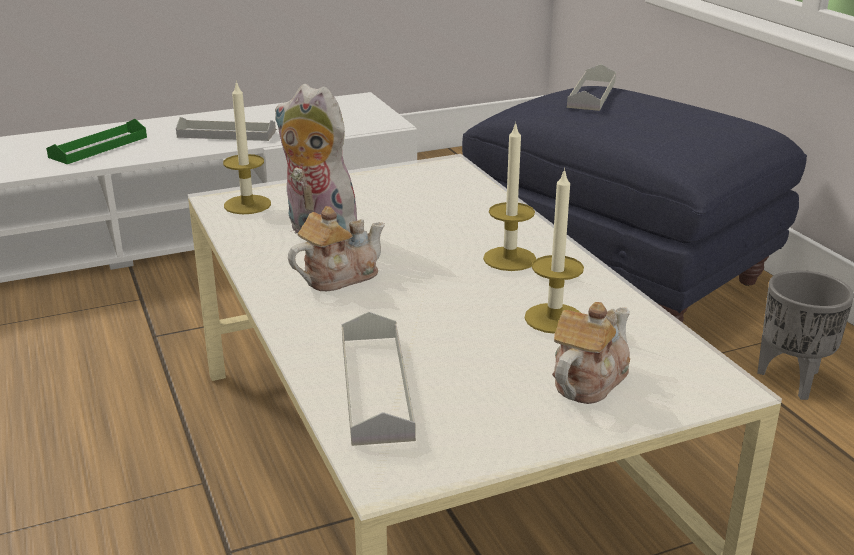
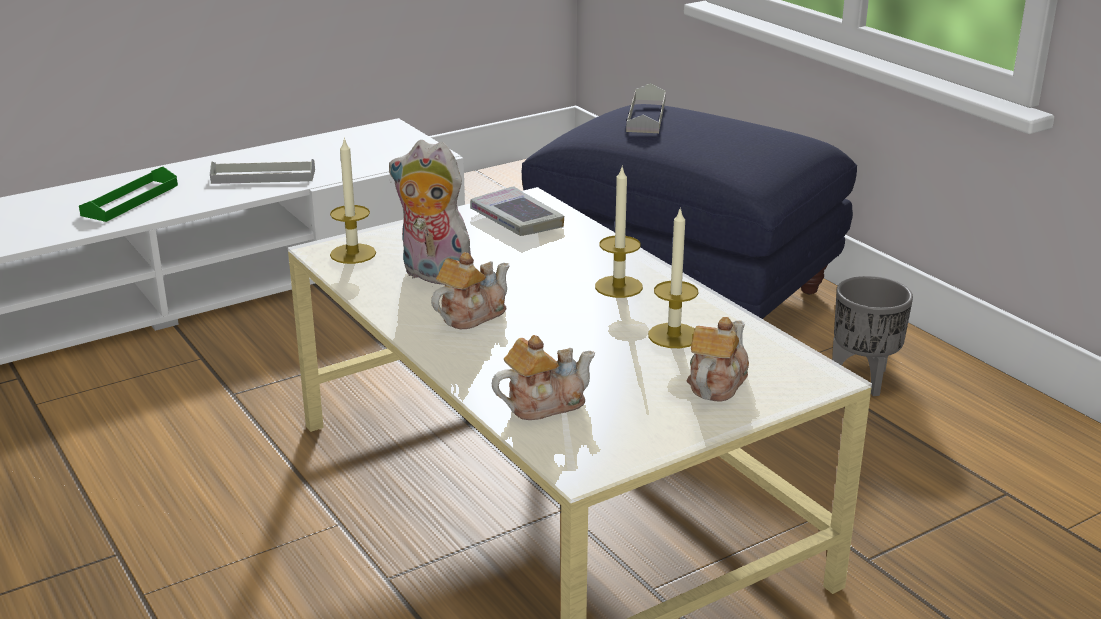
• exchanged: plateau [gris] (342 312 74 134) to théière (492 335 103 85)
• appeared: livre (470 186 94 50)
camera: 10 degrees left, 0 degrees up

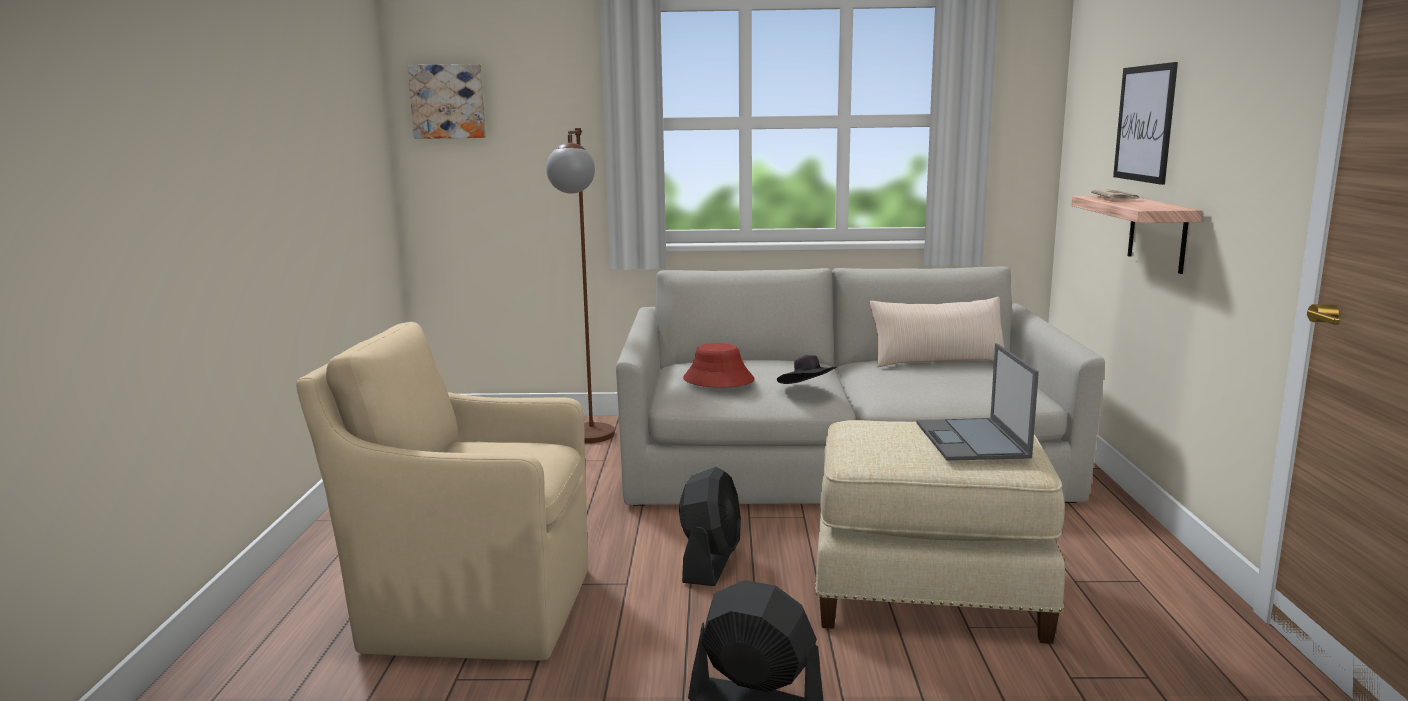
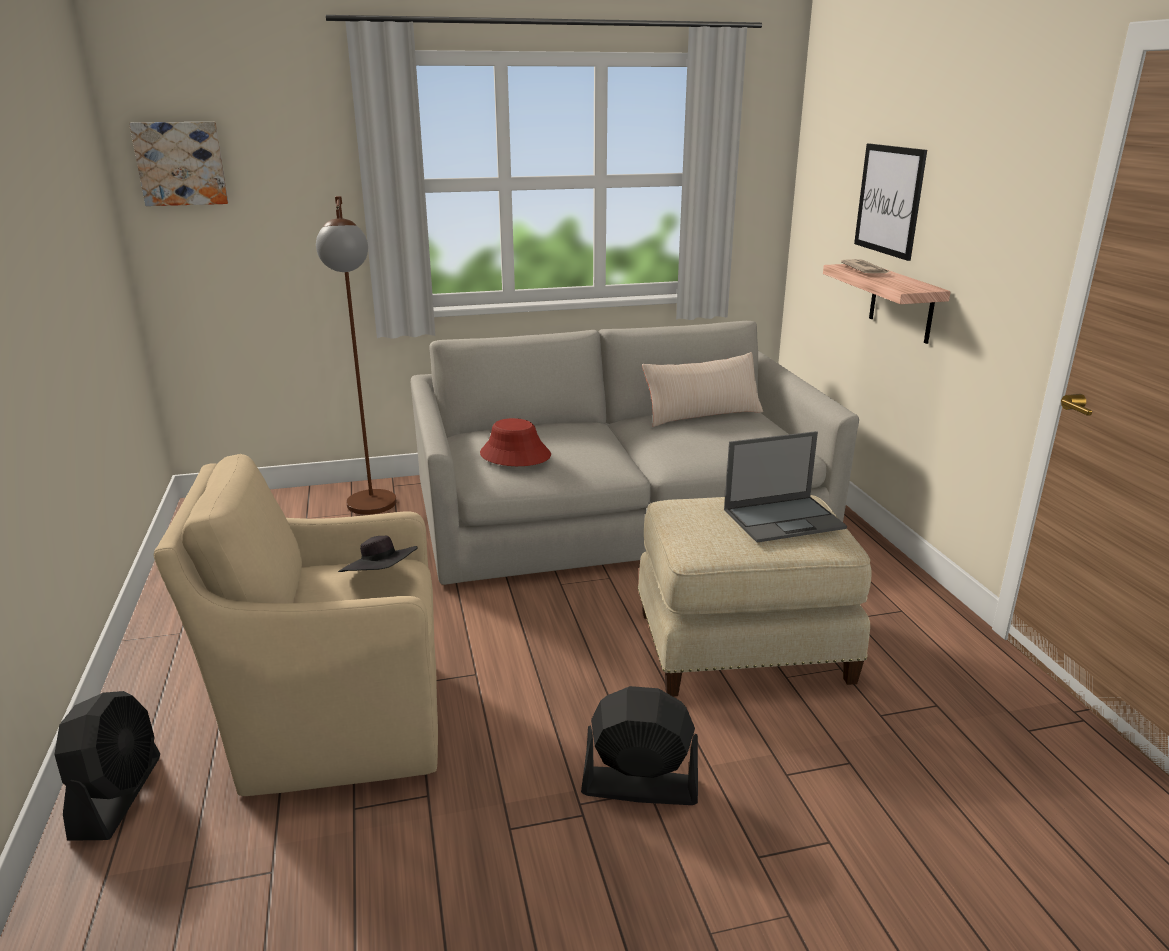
• relocated: ventilateur [noir] (679 467 62 119) to (54 691 106 150)
• relocated: chapeau [noir] (777 355 60 29) to (338 536 80 36)
• spun: ordinateur portable (917 343 122 118) = (724 431 123 112) 90 degrees counterclockwise
camera: 15 degrees left, 10 degrees up

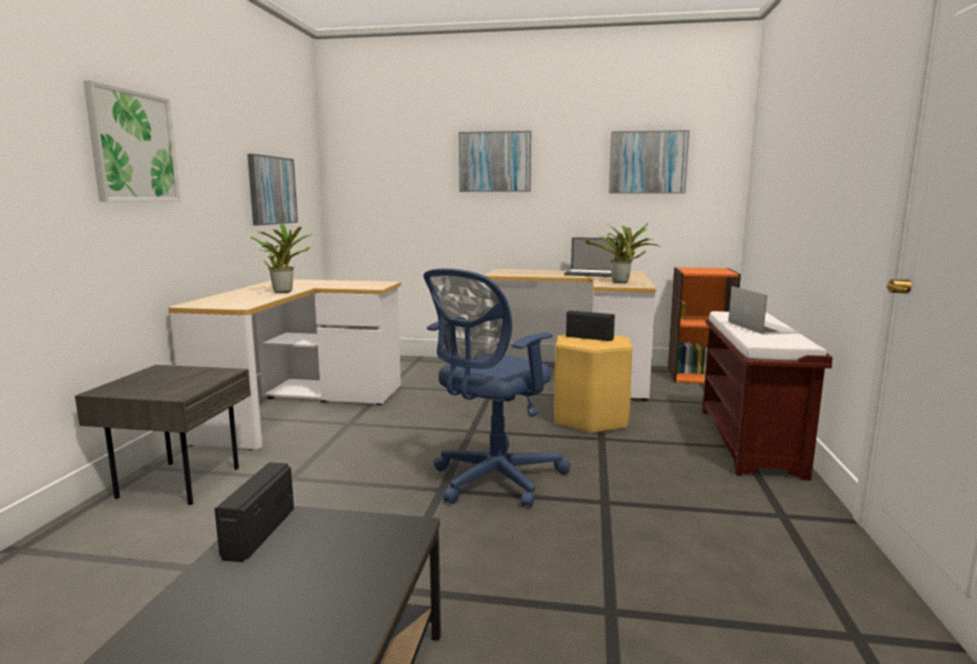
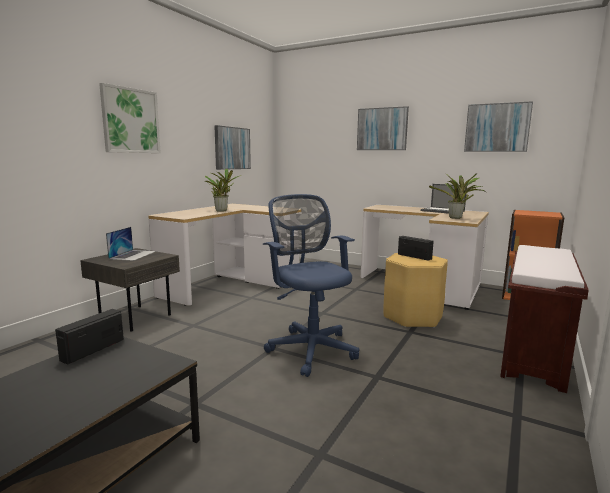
• spun: chaise de bureau [bleu] (424 268 147 240) = (263 194 96 183) 90 degrees clockwise
• relocated: ordinateur portable (728 286 73 49) to (106 227 50 34)
camera: 20 degrees right, 0 degrees up

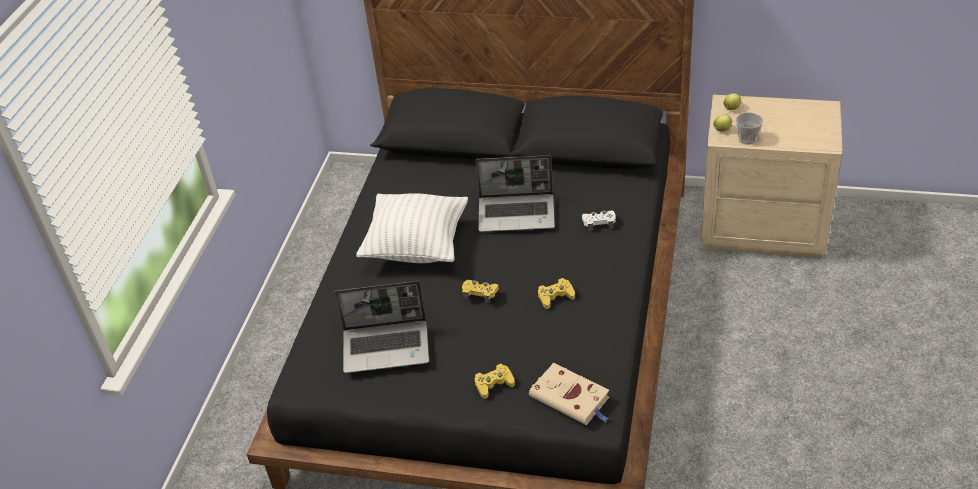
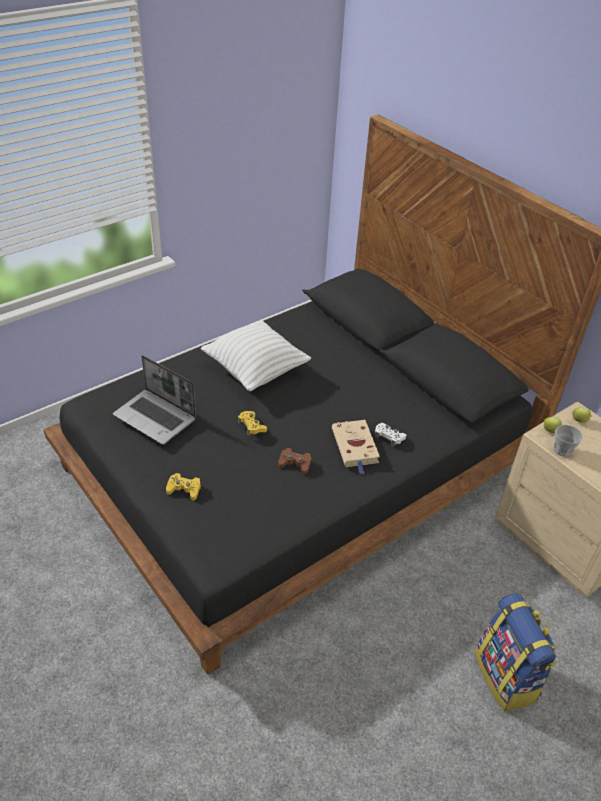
• missing: ordinateur portable (475 155 80 77)
• relocated: livre [beige] (529 363 80 62) to (332 420 48 54)
• colour: manette [jaune] (538 278 37 31) to manette [marron] (278 448 33 27)
• appeared: sac à dos (475 593 82 118)
camera: 35 degrees right, 0 degrees up

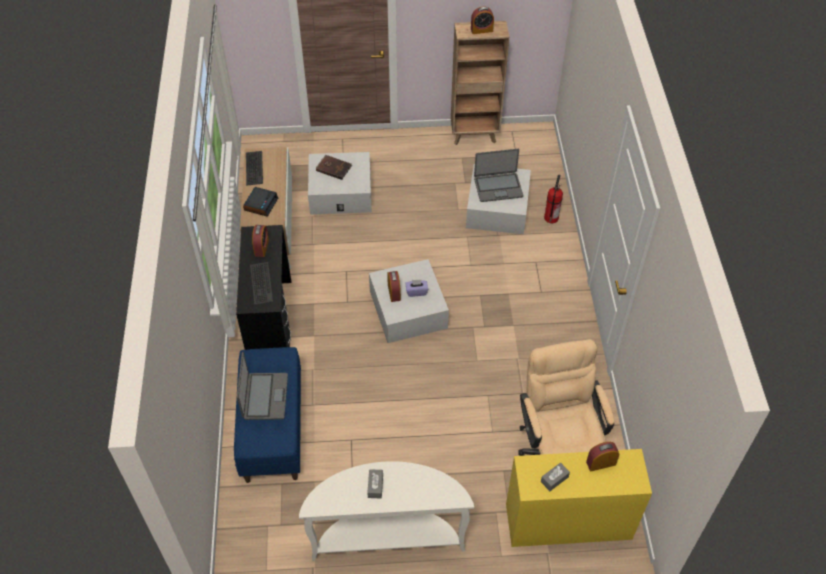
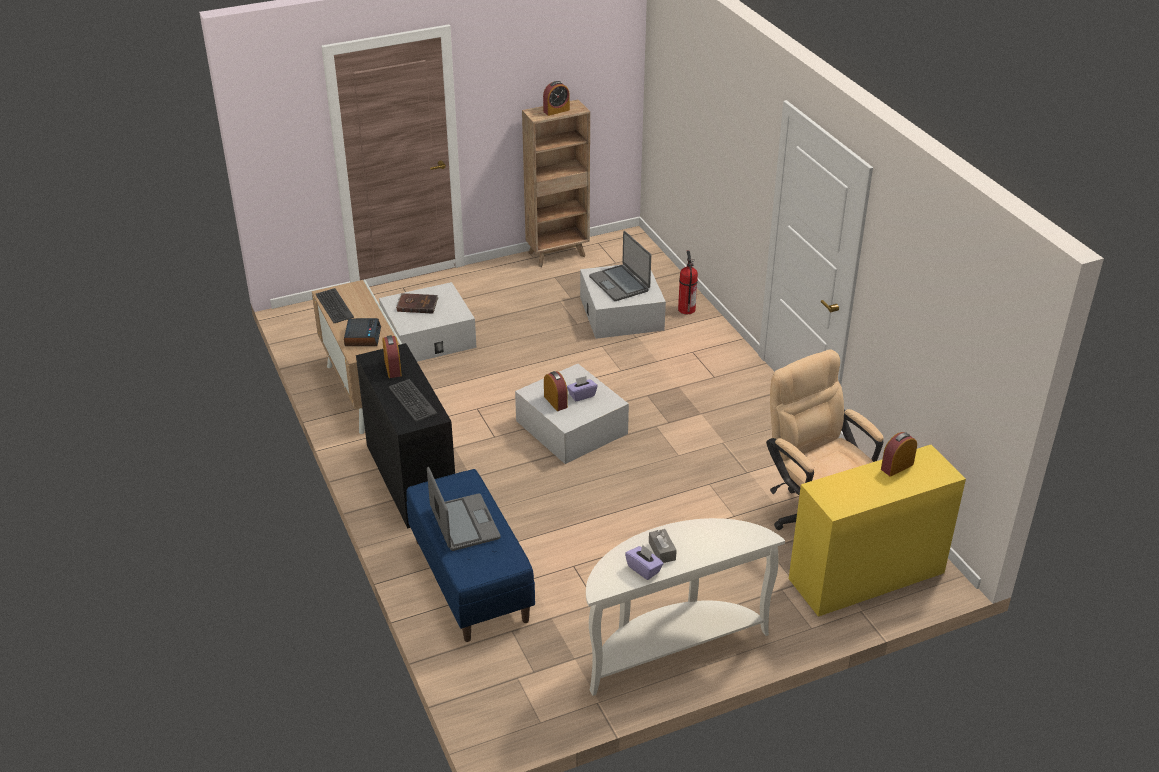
• spun: ordinateur portable (474 149 49 53) = (589 231 62 70) 90 degrees clockwise
• missing: boîte à mouchoirs [gris] (541 463 29 28)
• appeared: boîte à mouchoirs [violet] (625 545 39 35)
camera: 20 degrees left, 15 degrees down

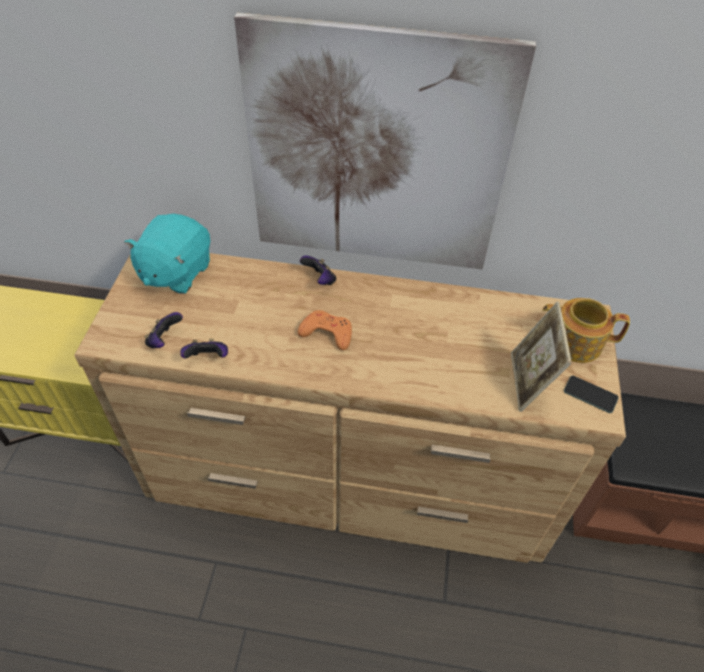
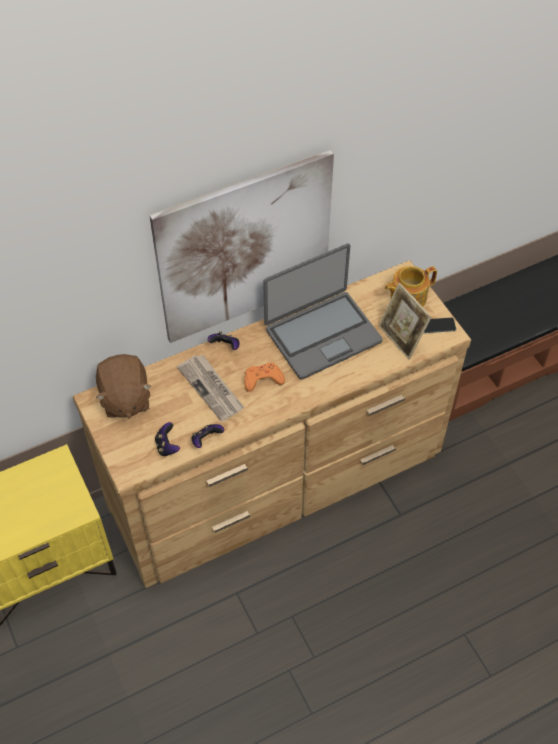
• colour: peluche [turquoise] (124 214 86 80) to peluche [marron] (96 354 56 64)
• appeared: journal (177 355 67 67)
• appeared: ordinateur portable (263 244 119 136)
camera: 35 degrees left, 5 degrees up

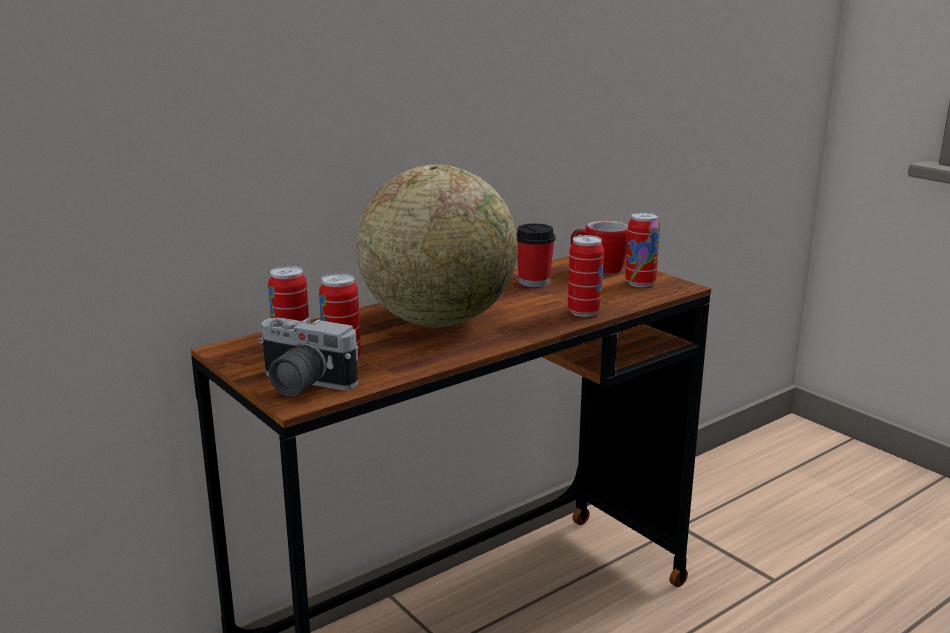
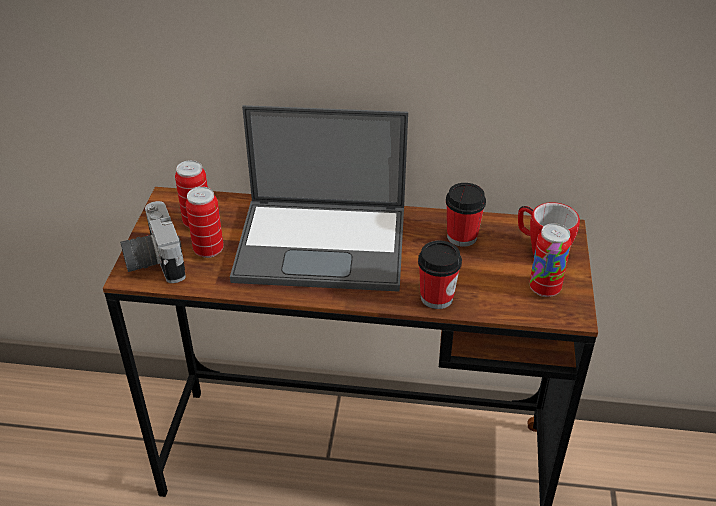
• exchanged: globe (356 164 162 163) to ordinateur portable (230 105 178 187)
• exchanged: boîte métallique (568 235 36 82) to tasse (418 240 44 69)
camera: 45 degrees right, 20 degrees up

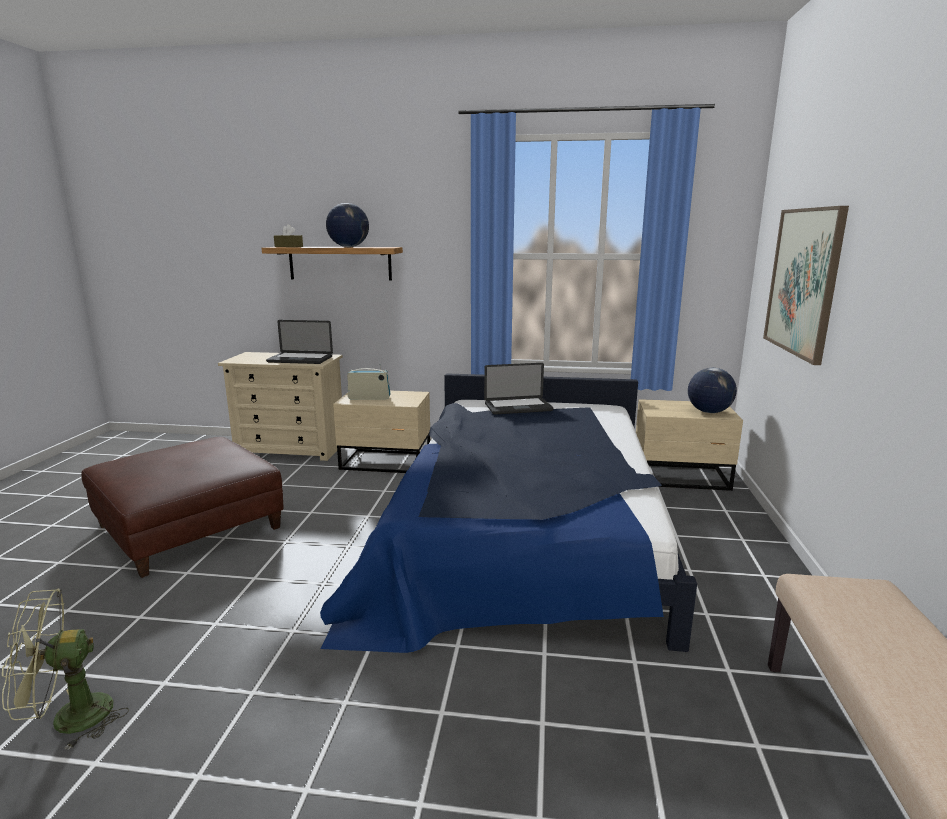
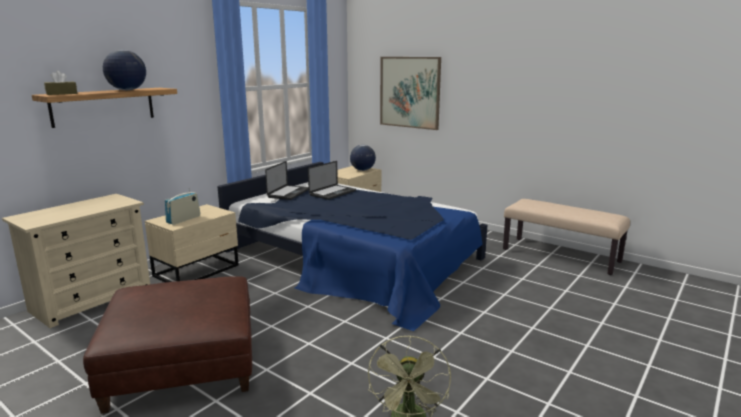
• relocated: ordinateur portable (266 320 67 44) to (308 161 48 39)
camera: 60 degrees left, 0 degrees up

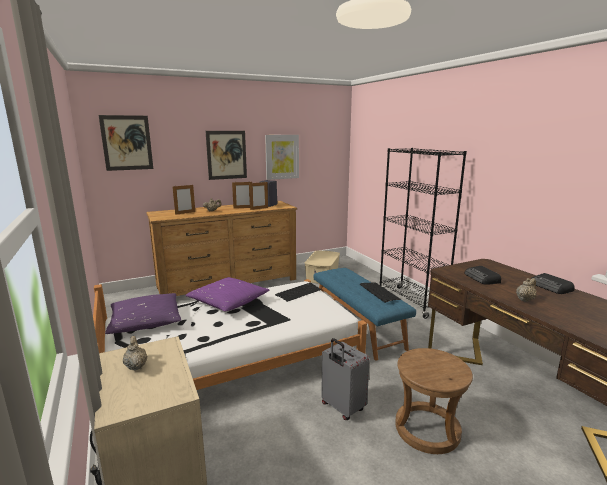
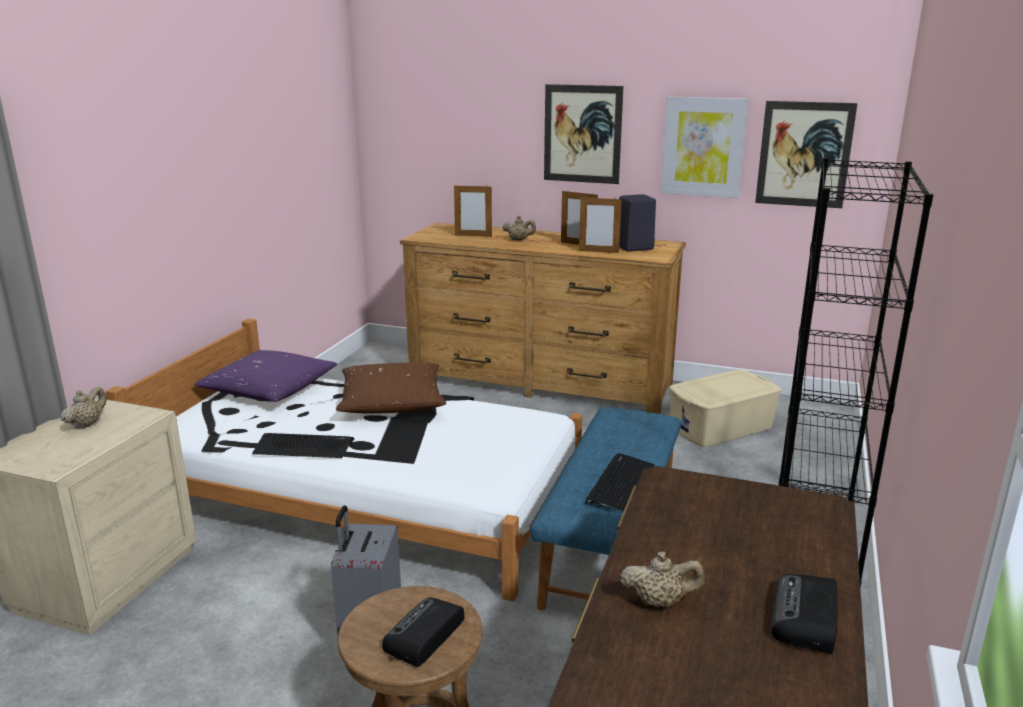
• relocated: tableau (99 115 54 56) to (755 101 103 107)
• colour: coussin [violet] (185 277 84 34) to coussin [marron] (336 362 110 52)
• relocated: clavier (275 283 46 19) to (252 433 102 25)
• relocated: radio (464 266 37 19) to (382 597 82 70)
camera: 45 degrees right, 5 degrees up

